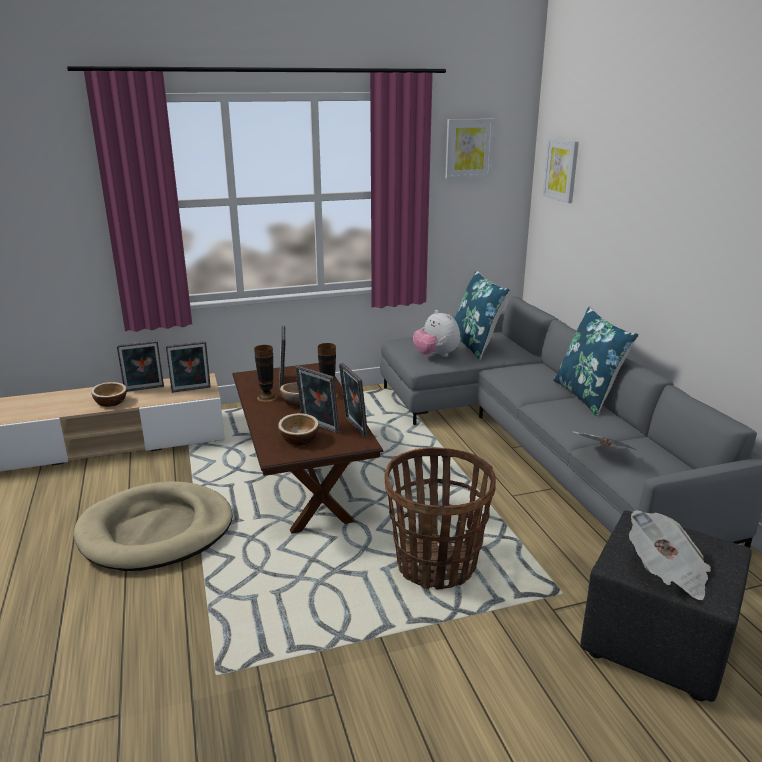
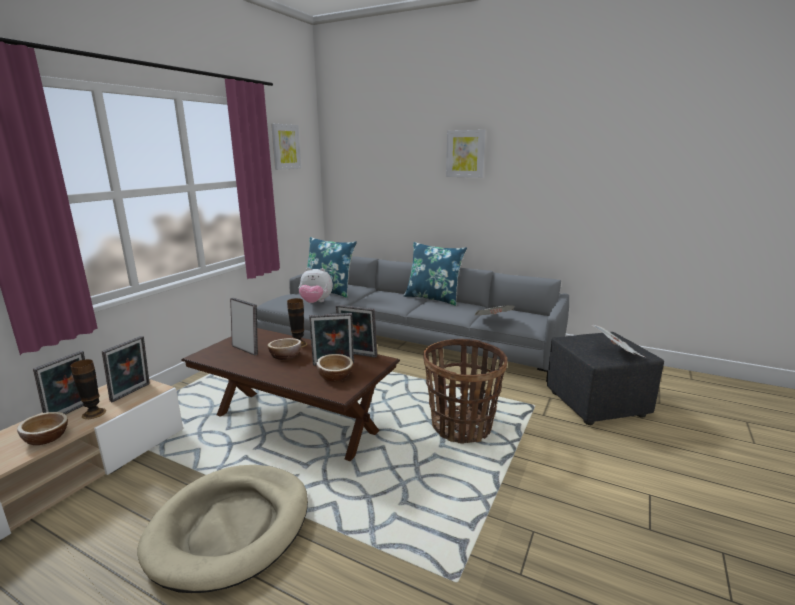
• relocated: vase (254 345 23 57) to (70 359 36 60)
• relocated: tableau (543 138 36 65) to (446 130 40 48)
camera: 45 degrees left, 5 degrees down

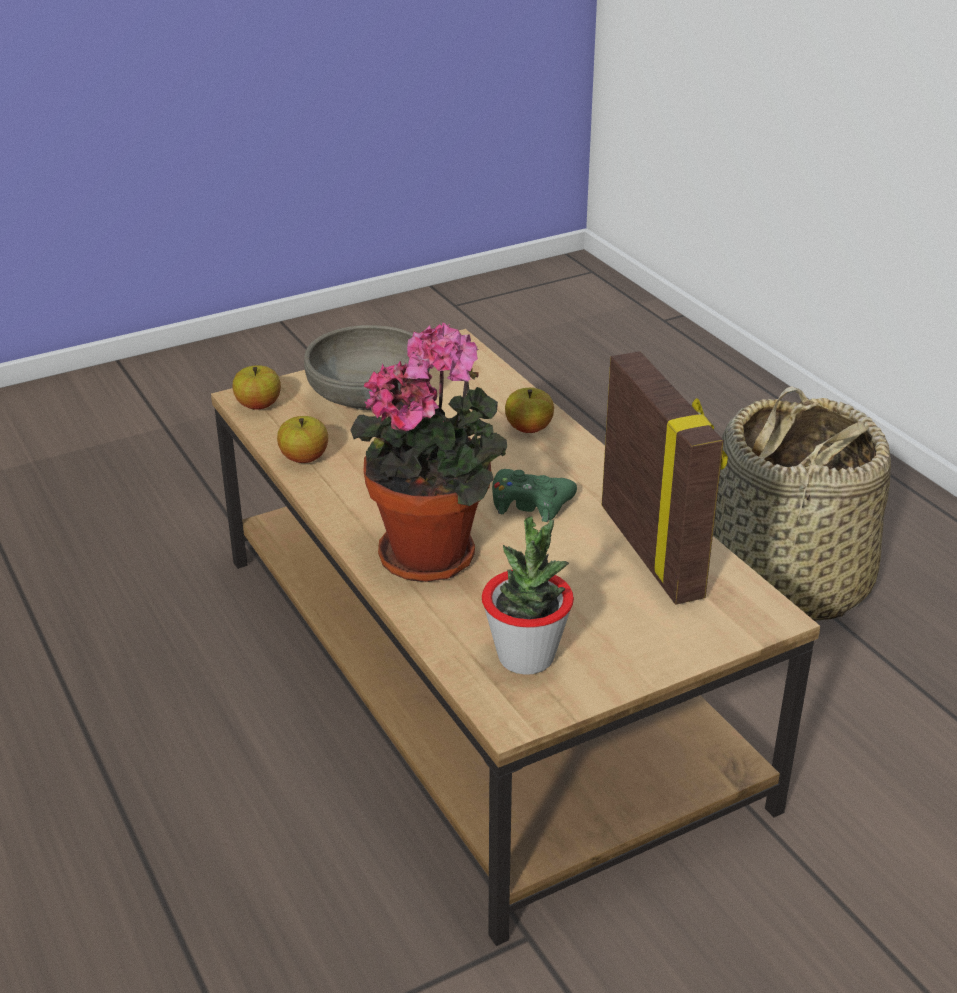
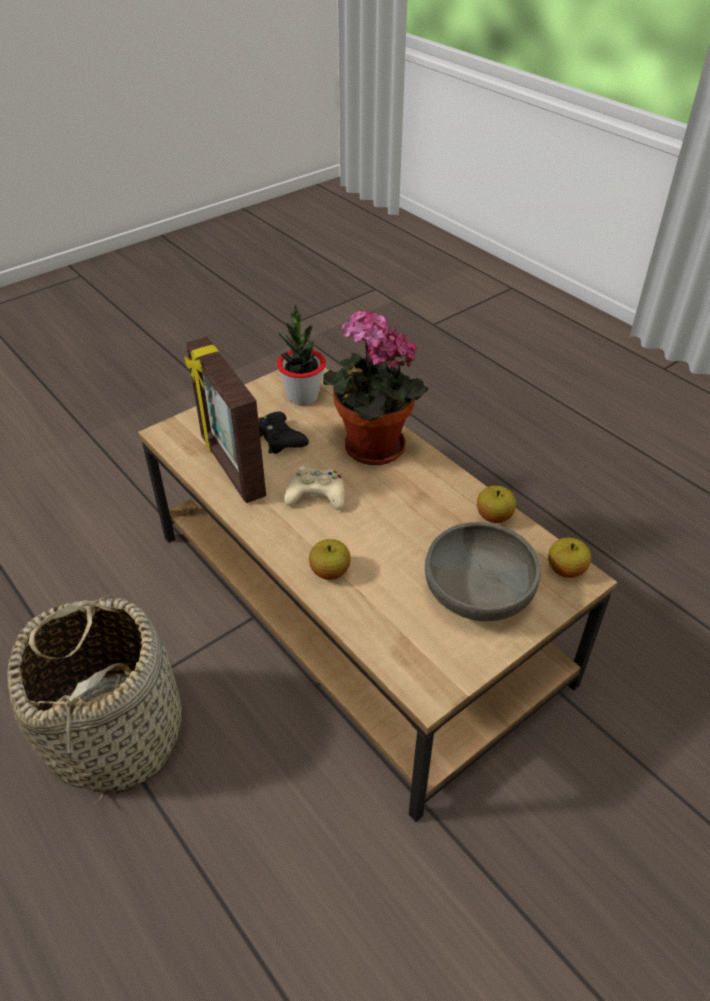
• colour: manette [vert] (492 469 85 53) to manette [beige] (284 466 61 44)
• appeared: manette [noir] (258 411 51 43)
camera: 170 degrees right, 10 degrees up

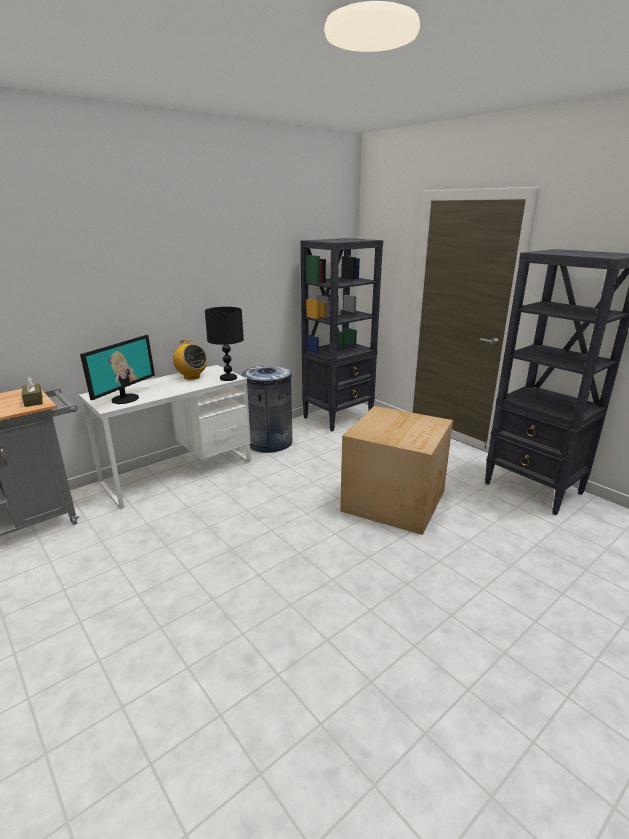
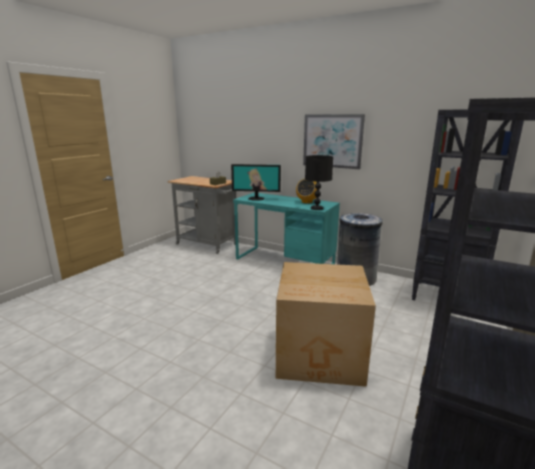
• colour: bureau [blanc] (79 365 172 144) to bureau [turquoise] (233 192 107 72)
• appeared: tableau (303 114 62 55)
camera: 70 degrees right, 5 degrees down

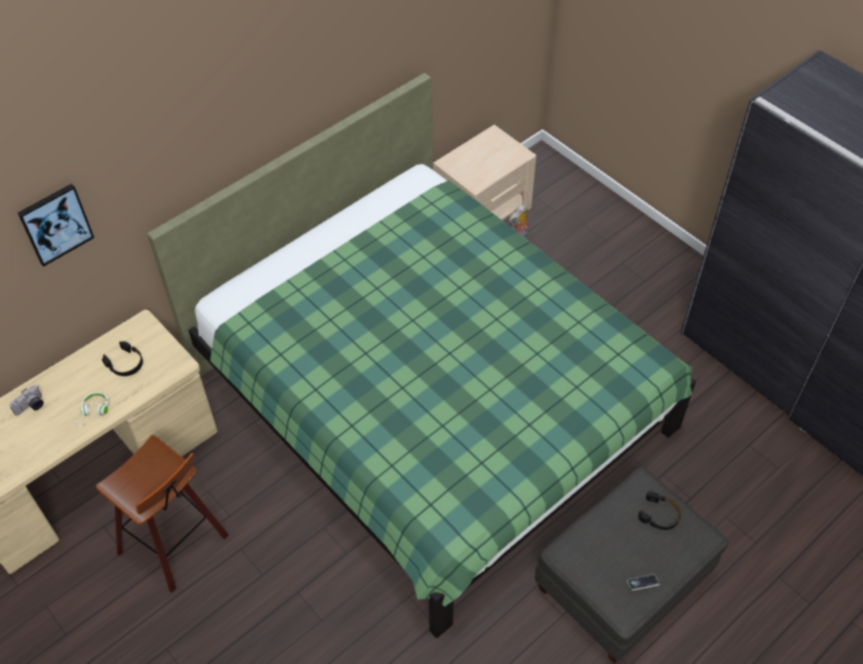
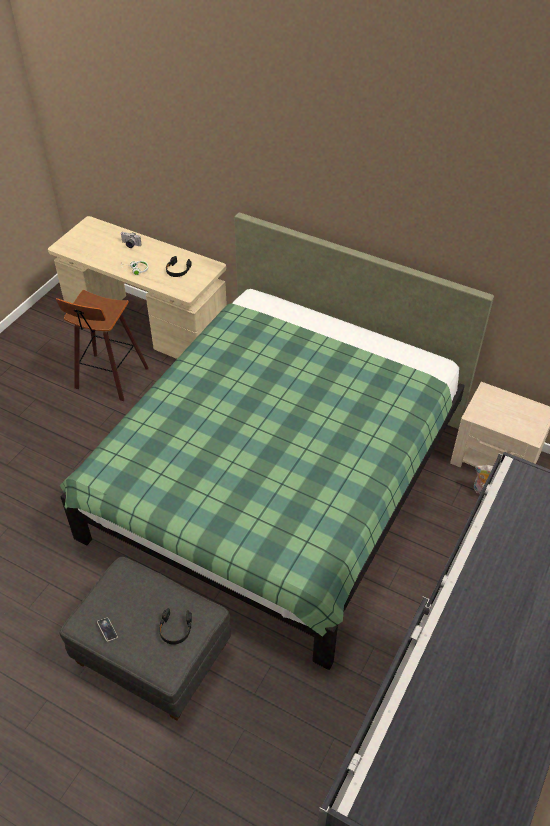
• missing: tableau (18 184 76 83)
camera: 70 degrees right, 5 degrees down

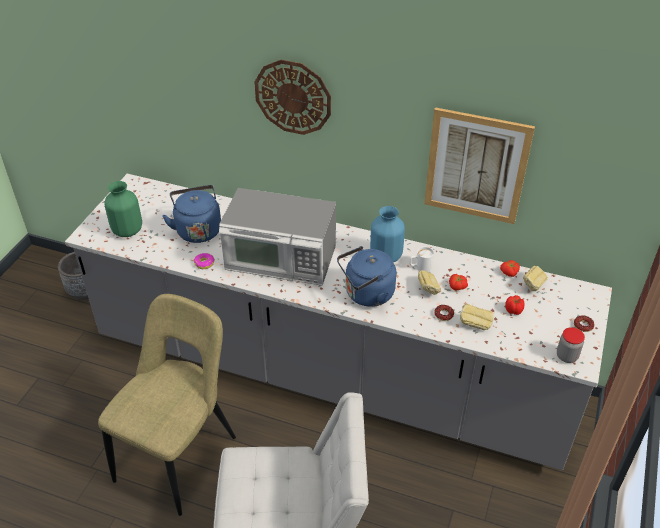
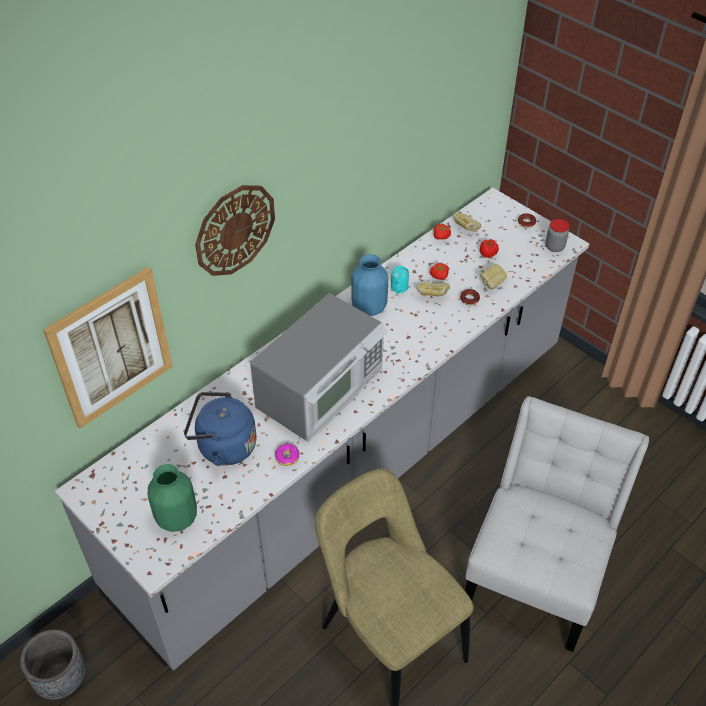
• missing: bouilloire [bleu] (337 246 59 61)
• colour: mug [blanc] (409 247 25 25) to mug [turquoise] (391 266 18 28)
• relocated: tableau (424 107 111 117) to (43 266 130 162)
camera: 65 degrees left, 5 degrees up

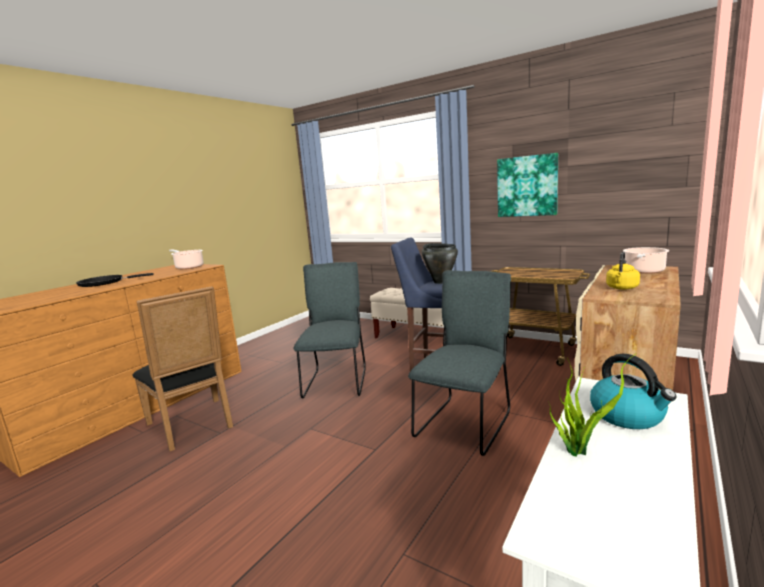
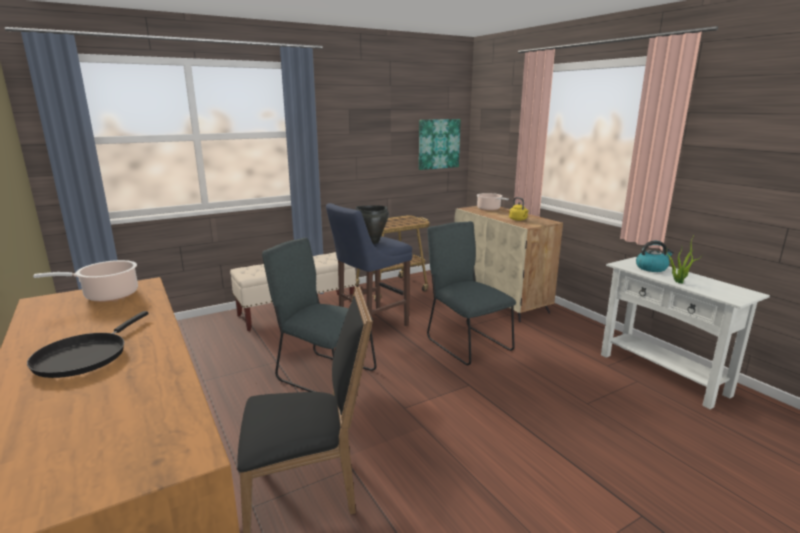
• relocated: tableau (497 153 61 64) to (419 119 42 51)
camera: 65 degrees left, 5 degrees up

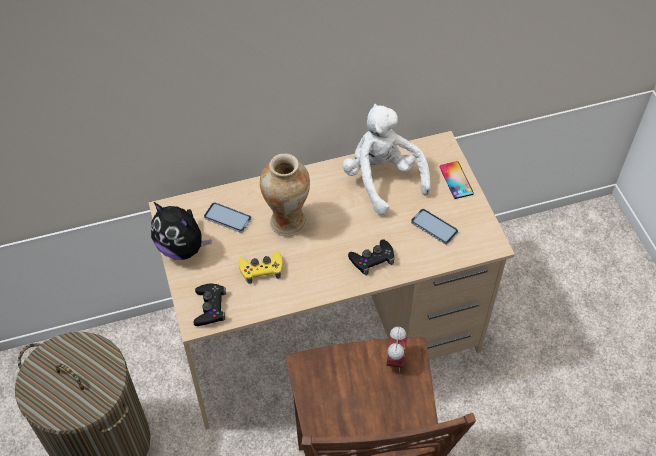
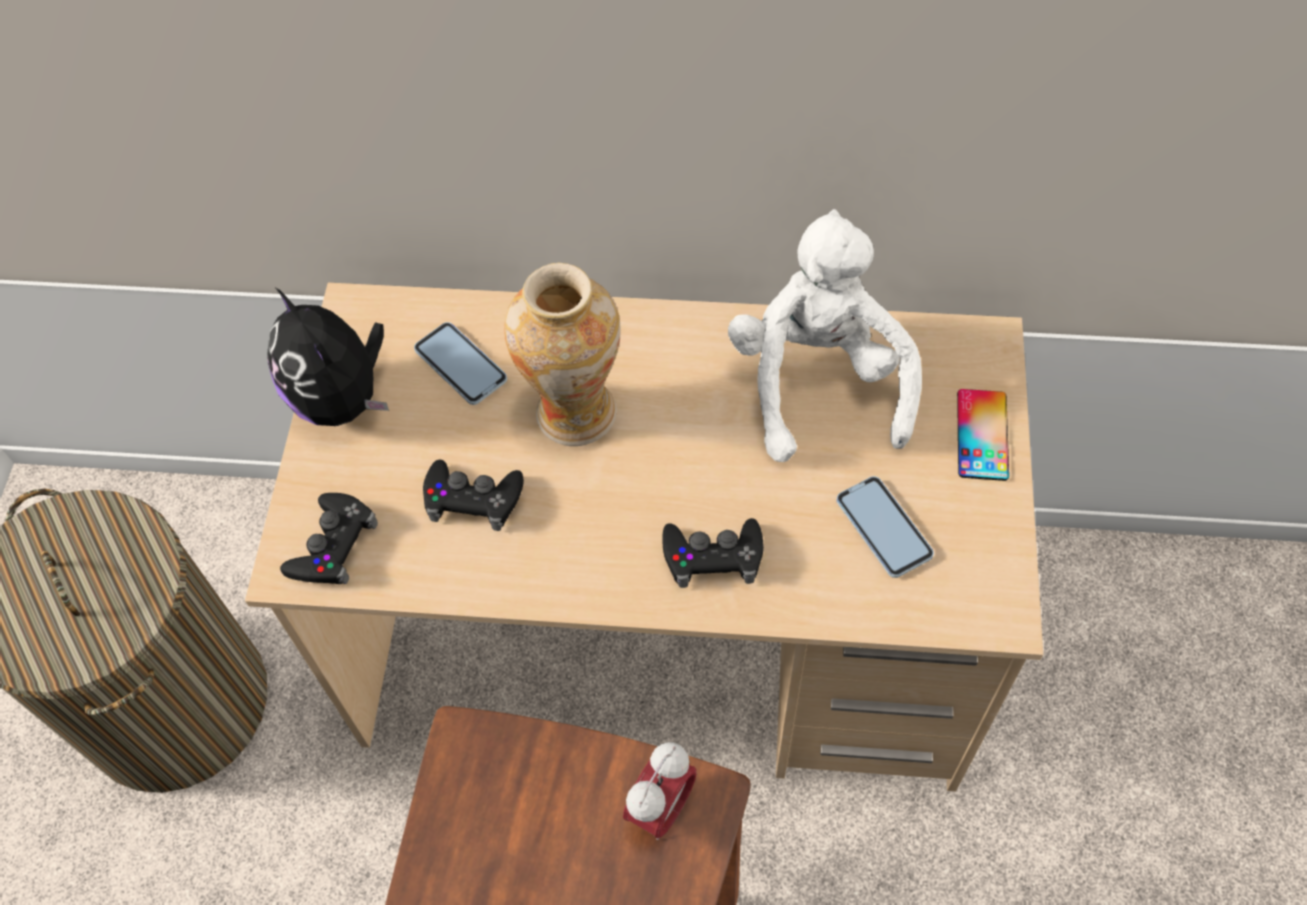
• colour: manette [jaune] (238 252 45 32) to manette [noir] (423 460 101 71)
camera: 25 degrees right, 5 degrees up

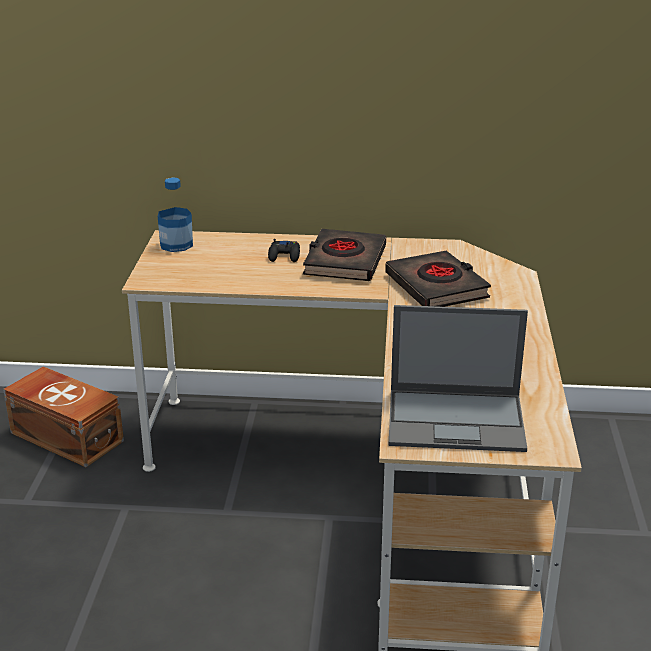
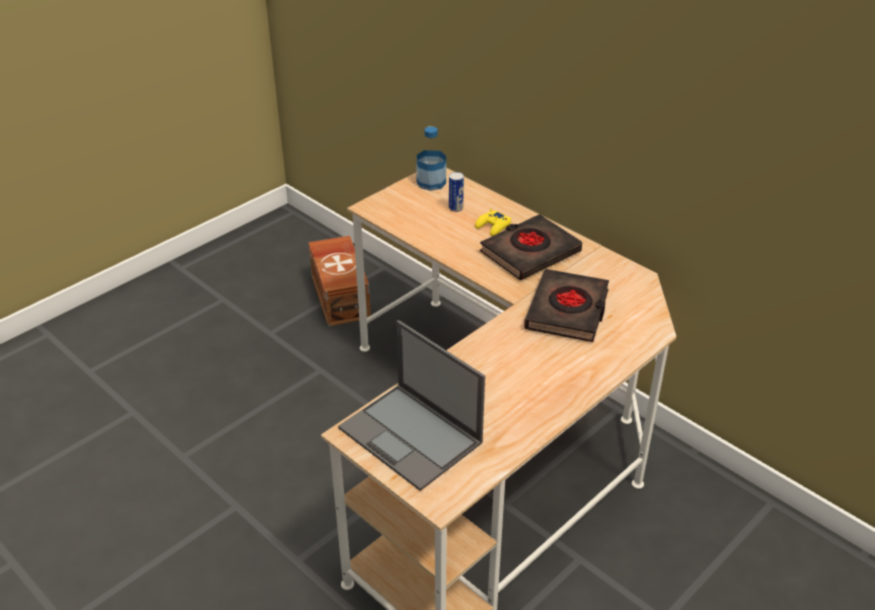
• colour: manette [noir] (268 239 32 23) to manette [jaune] (475 209 36 27)
• appeared: boîte métallique (449 172 15 40)
camera: 40 degrees right, 10 degrees up

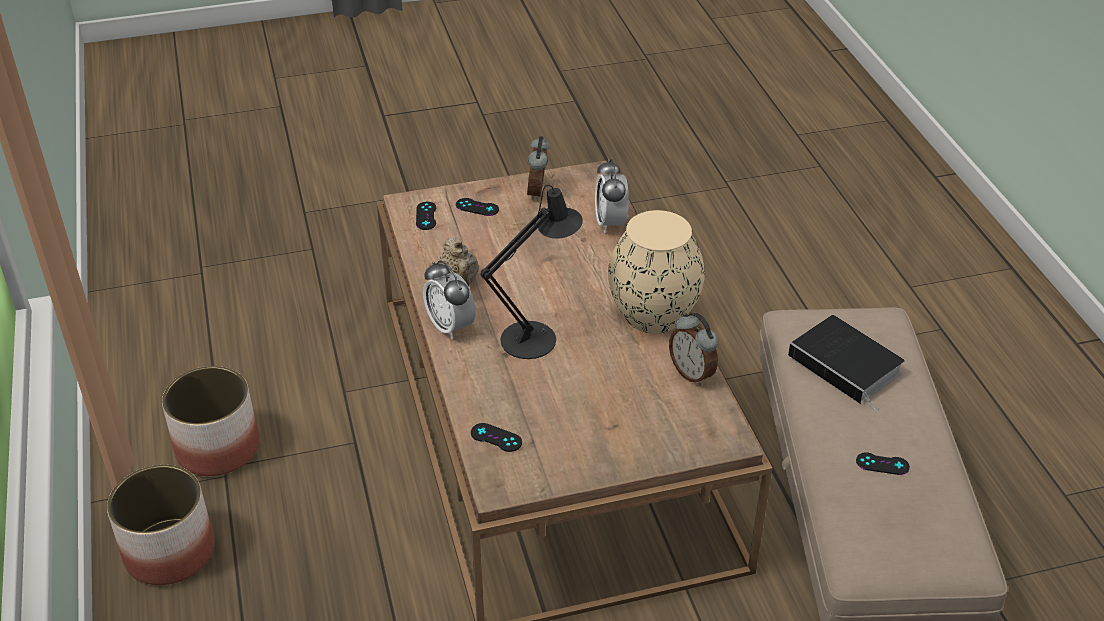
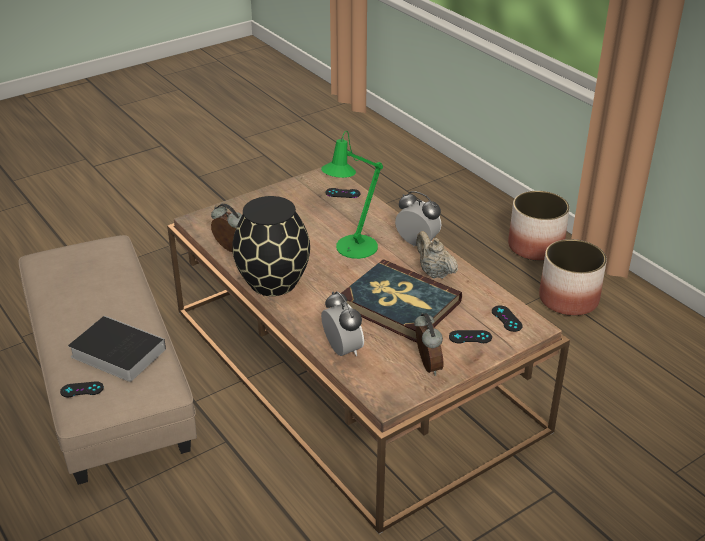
• colour: lampe de table [noir] (480 185 103 174) to lampe de table [vert] (321 131 62 128)
• colour: vase [beige] (608 210 97 123) to vase [noir] (232 196 78 100)
• relocated: manette [noir] (856 452 54 23) to (60 381 44 16)
• appeared: livre (341 259 121 84)
camera: 160 degrees right, 5 degrees down

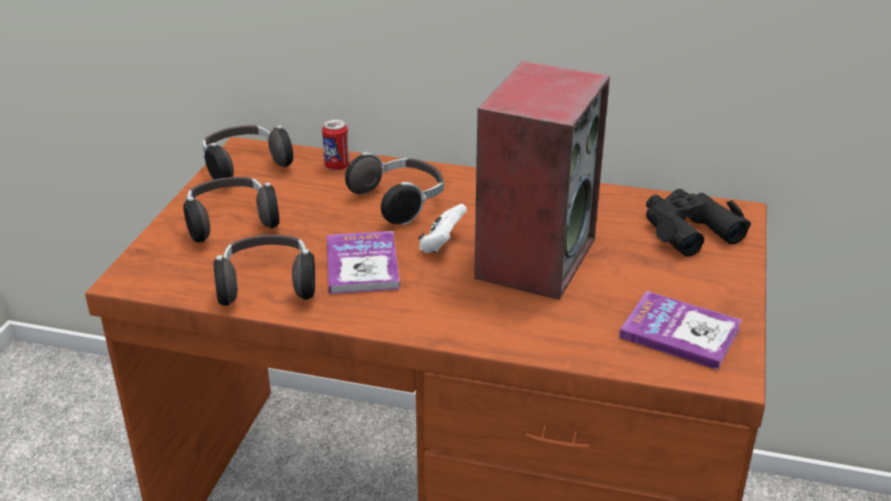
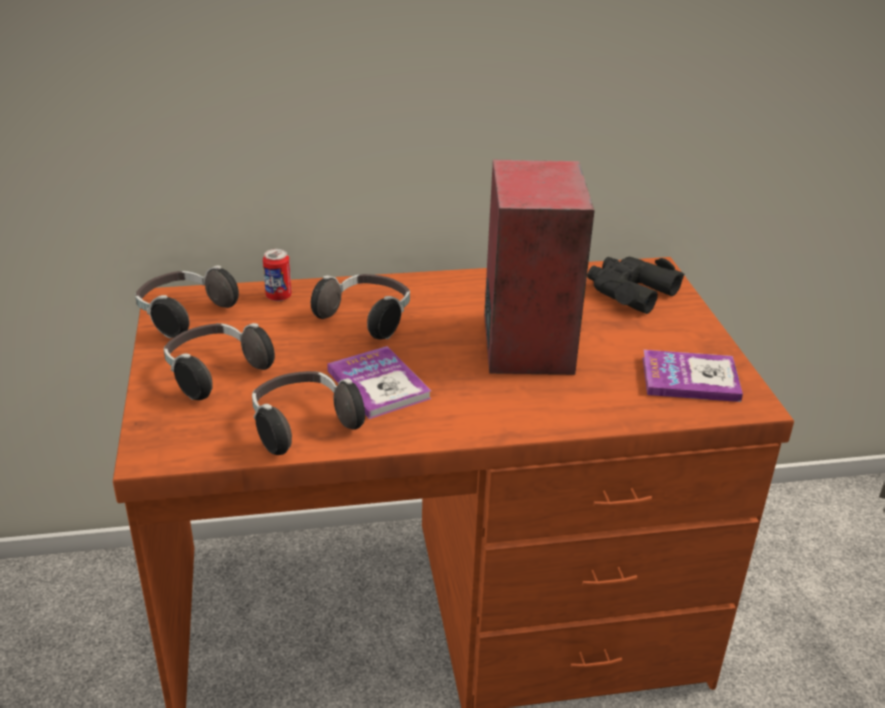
• missing: manette [blanc] (418 204 49 49)
camera: 25 degrees left, 0 degrees up

